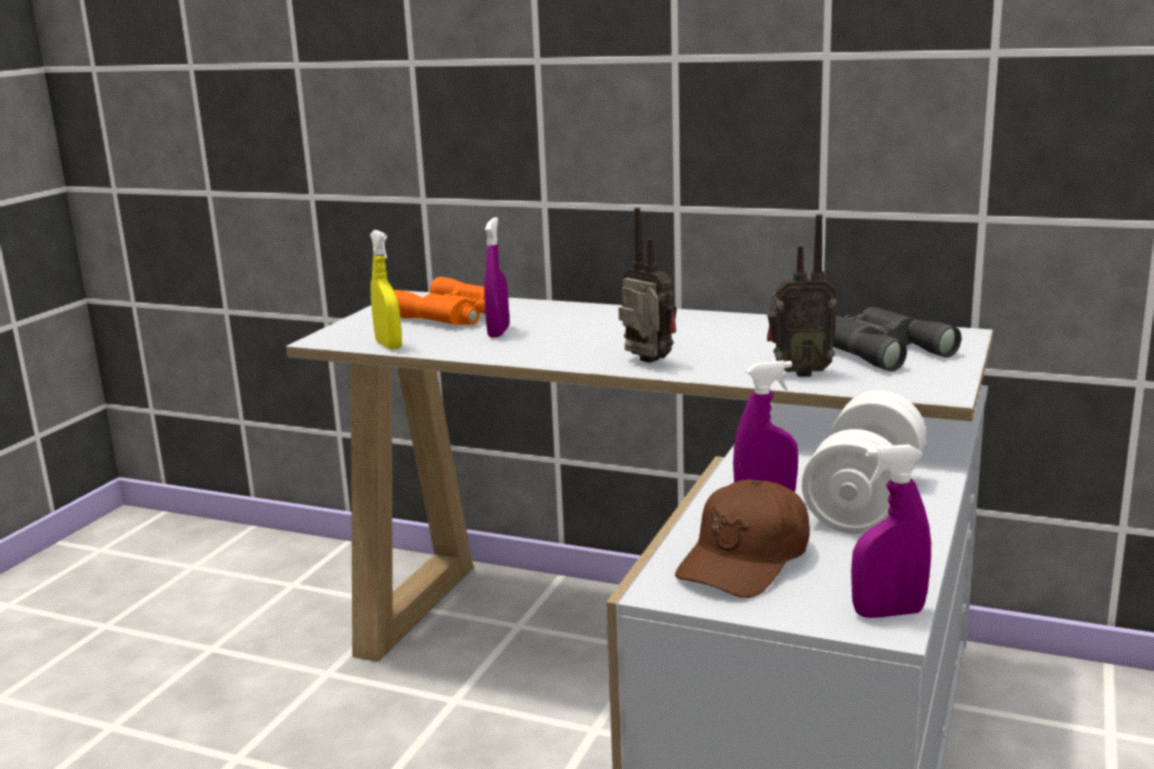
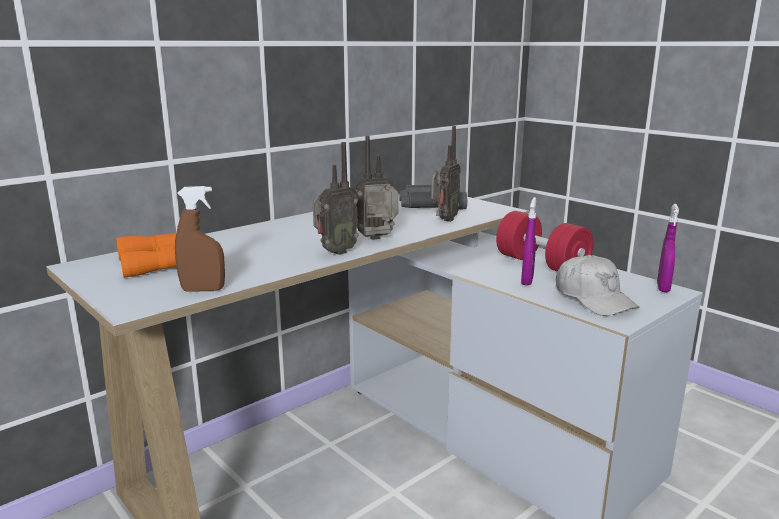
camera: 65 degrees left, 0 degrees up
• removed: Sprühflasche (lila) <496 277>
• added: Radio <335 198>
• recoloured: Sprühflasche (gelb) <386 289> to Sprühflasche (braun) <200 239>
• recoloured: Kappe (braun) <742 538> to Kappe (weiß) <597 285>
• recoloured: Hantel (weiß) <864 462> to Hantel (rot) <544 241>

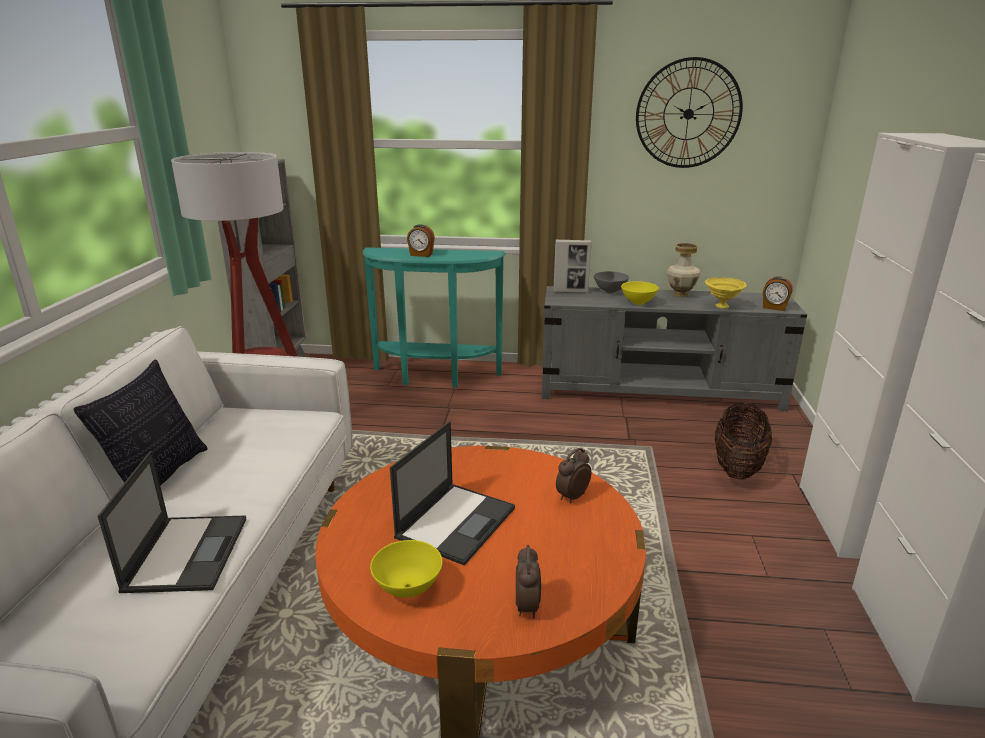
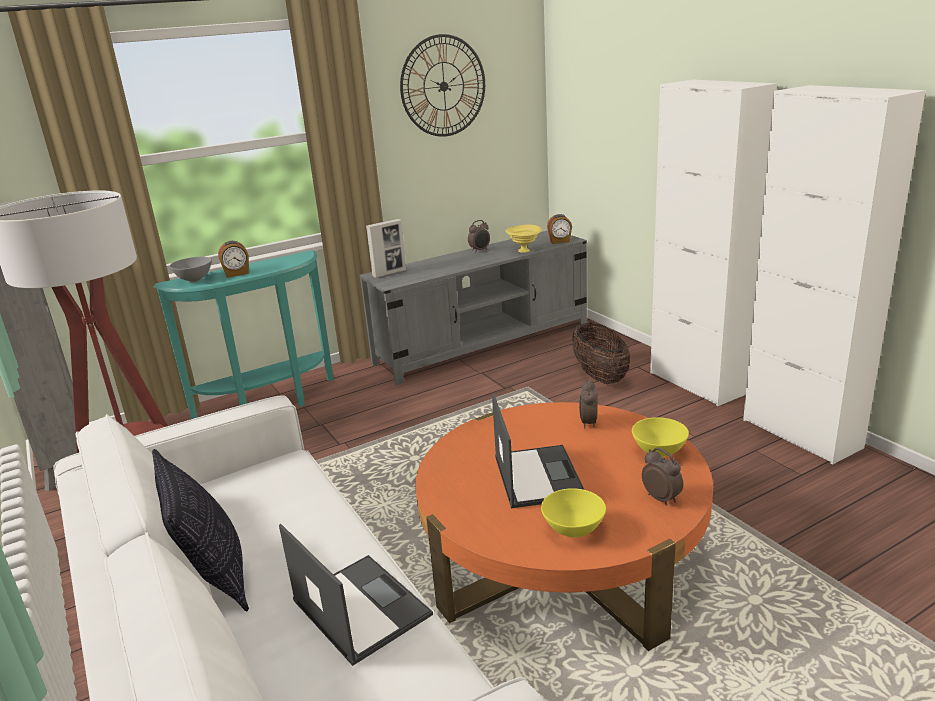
camera: 35 degrees left, 0 degrees up
• moved: Schüssel (grau) <611 282> to <191 270>
• moved: Schüssel (gelb) <640 293> to <660 437>
• replaced: Vase <683 270> to Wecker <479 235>

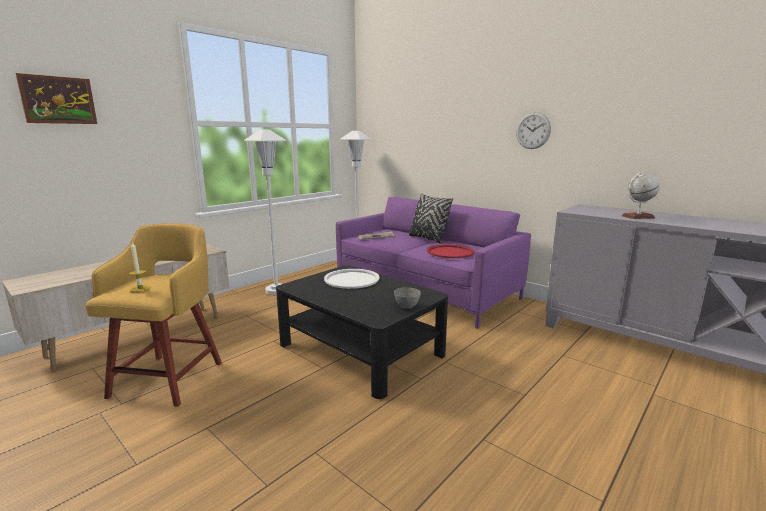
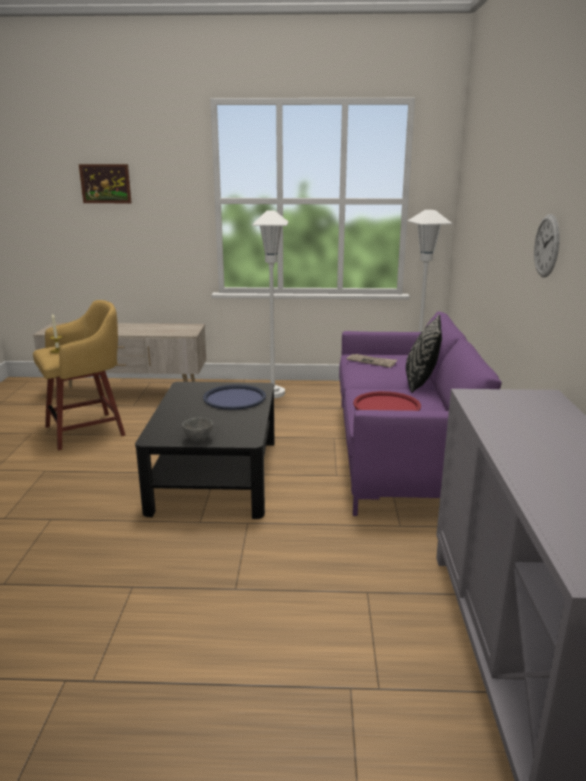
camera: 50 degrees right, 5 degrees up
• removed: Globus <641 196>
• recoloured: Tablett (weiß) <352 279> to Tablett (blau) <234 397>

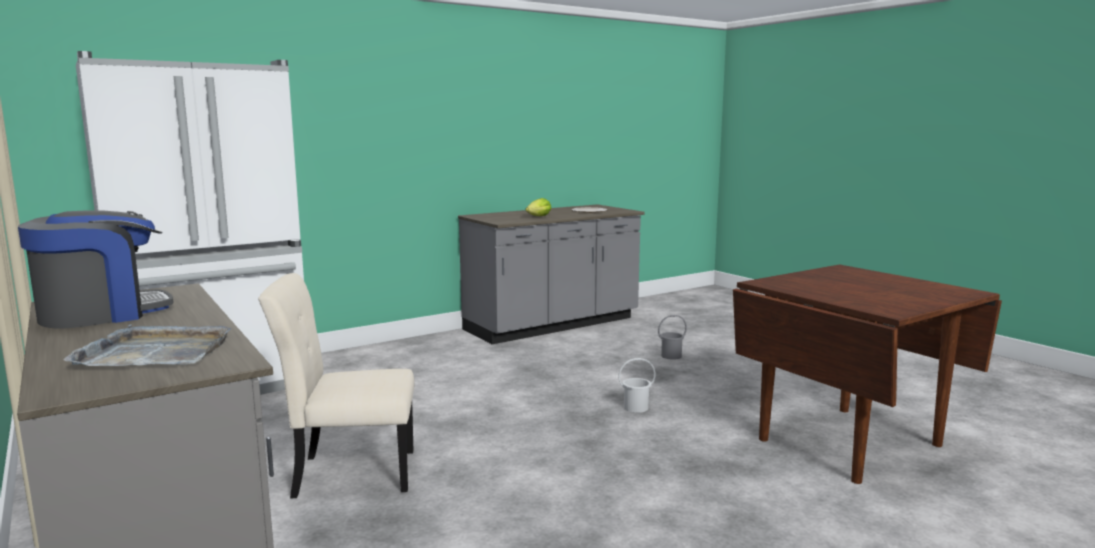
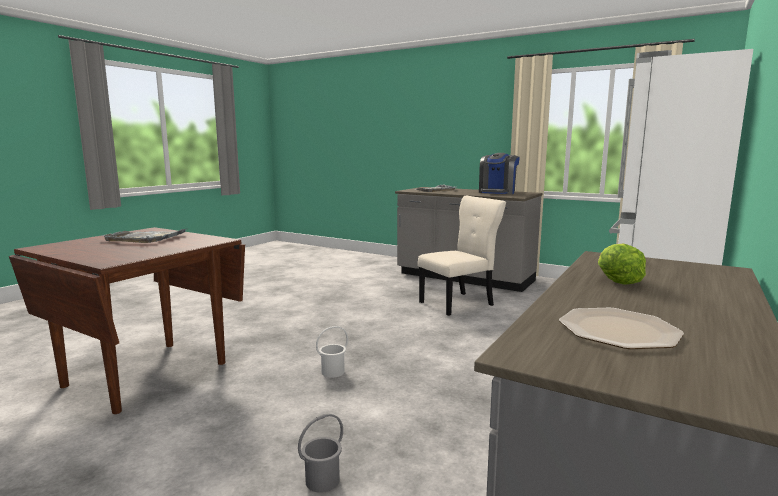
camera: 155 degrees right, 0 degrees up
• added: Tablett (grau) <143 236>

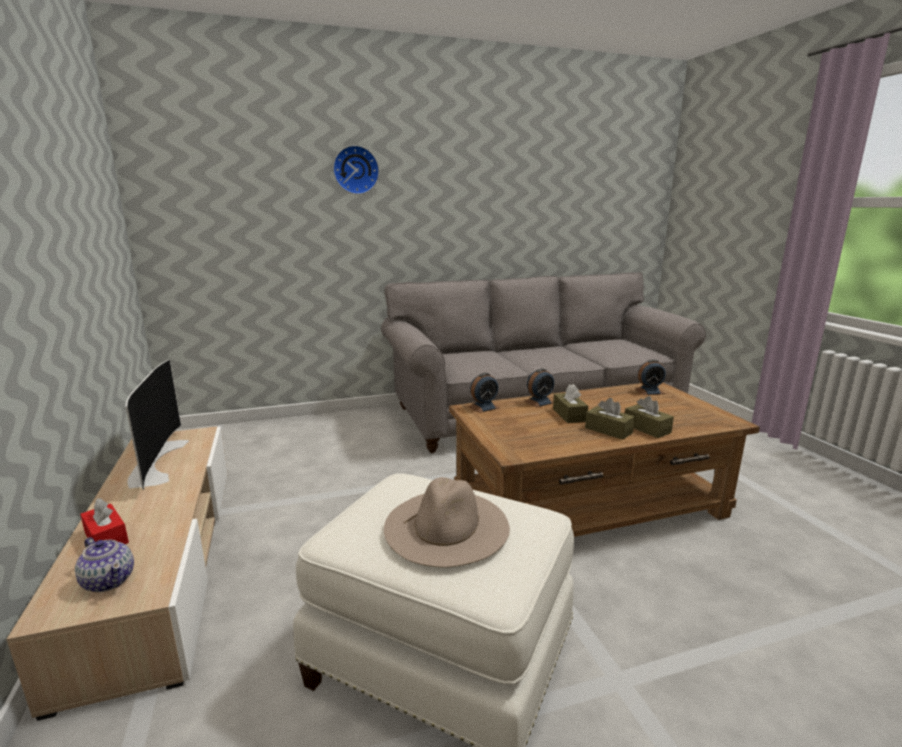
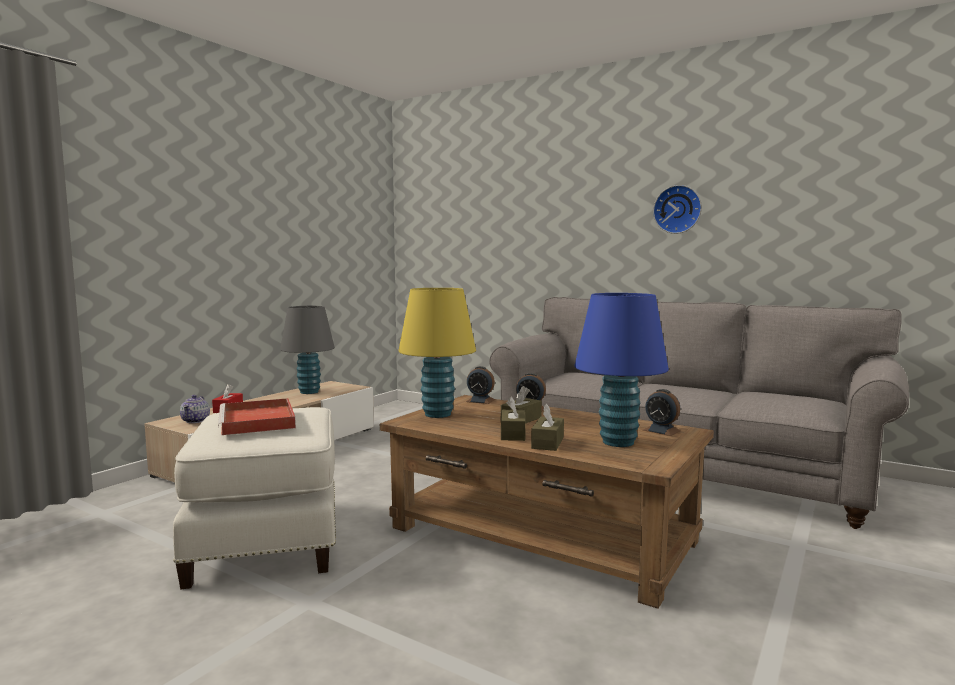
camera: 50 degrees right, 10 degrees down
• added: Tischlampe (gelb) <437 353>
• added: Tischlampe (blau) <621 370>
• moved: Wanduhr <356 170> to <677 209>
• replaced: Fernseher <157 424> to Tischlampe (grau) <307 350>
• replaced: Hut (beige) <447 522> to Tablett (rot) <257 416>

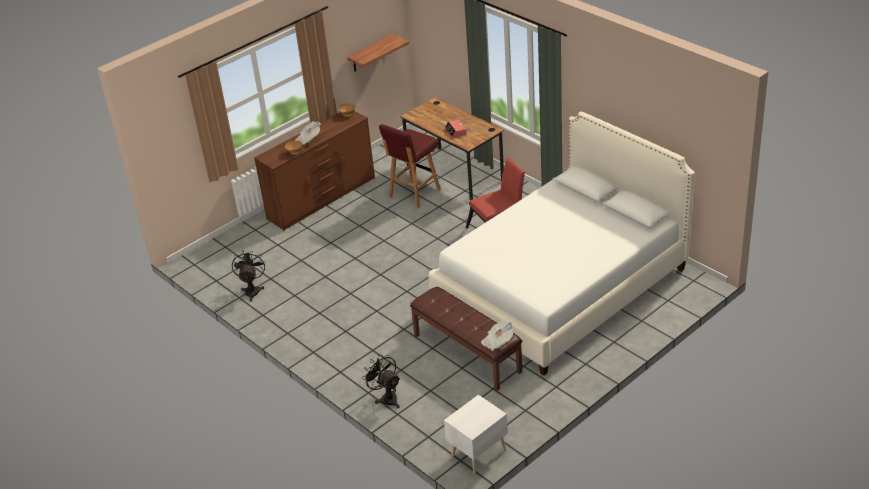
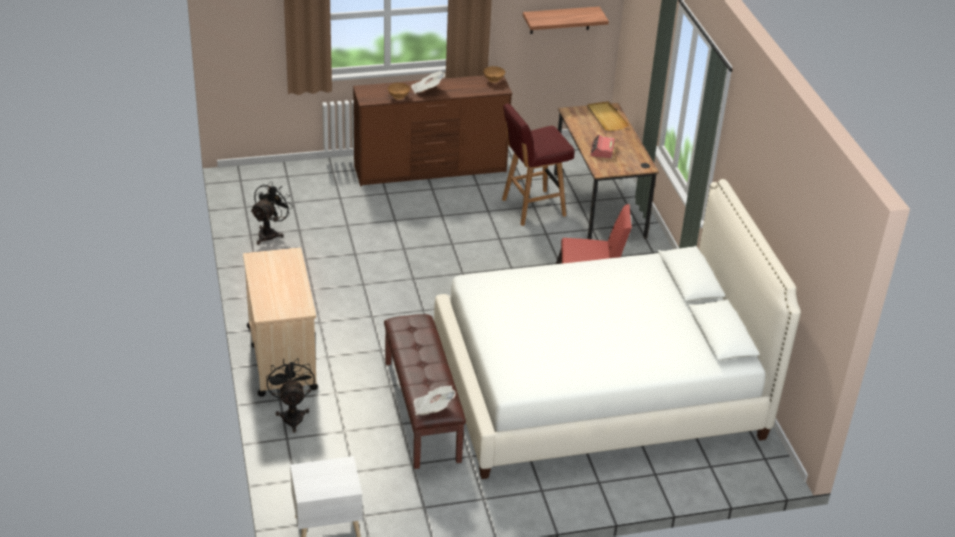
camera: 25 degrees right, 0 degrees up
• added: Rollwagen (beige) <280 322>
• added: Tablett (beige) <608 116>

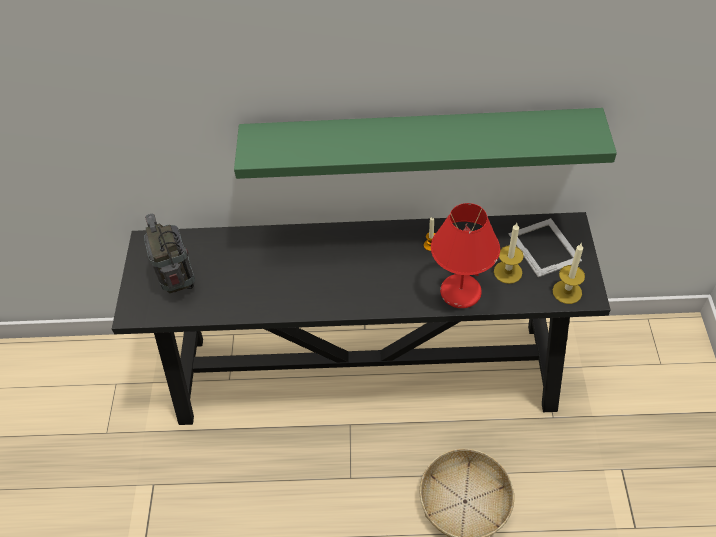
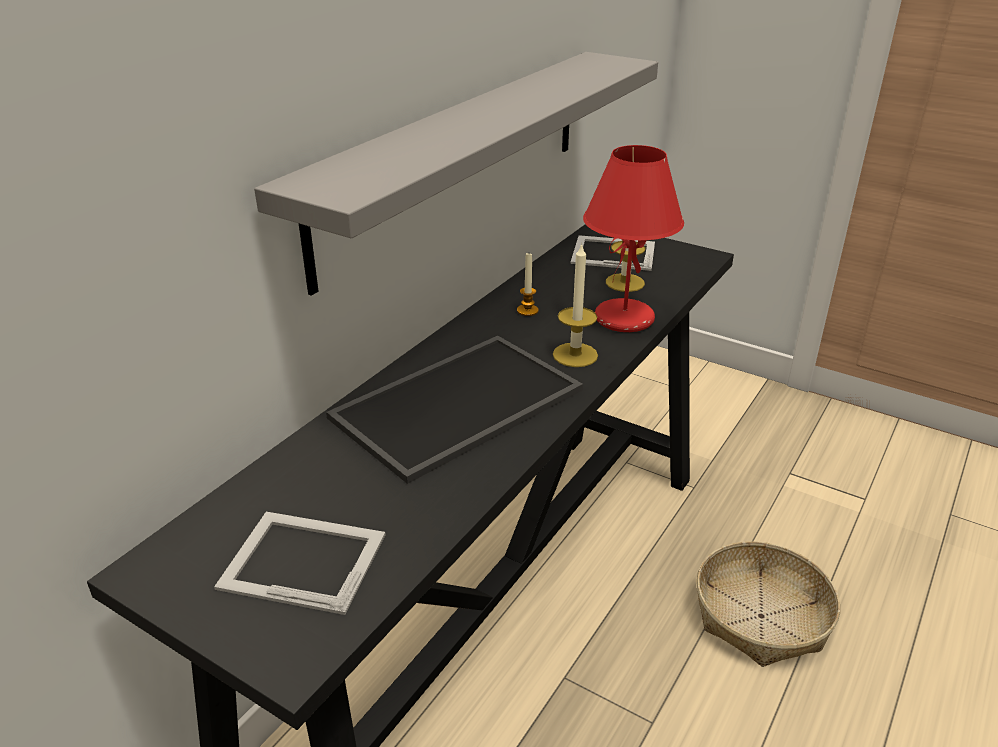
camera: 60 degrees left, 20 degrees down
• added: Tablett <454 410>
• moved: Kerze <569 274> to <575 304>
• replaced: Radio <169 253> to Bilderrahmen <300 563>
• recoloured: Wandregal (grün) <425 143> to Wandregal (grau) <456 174>

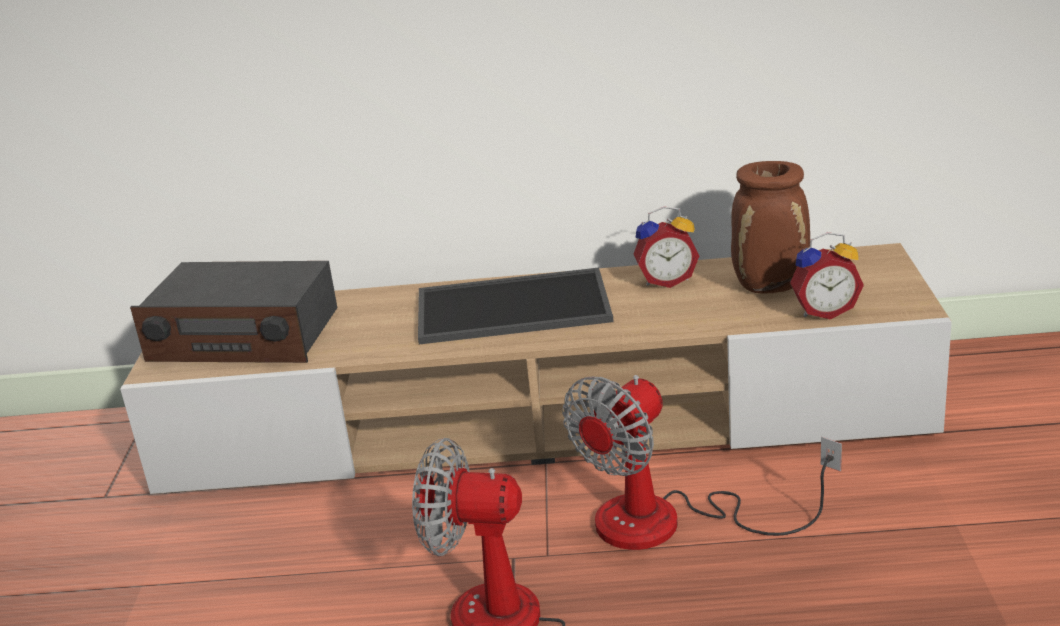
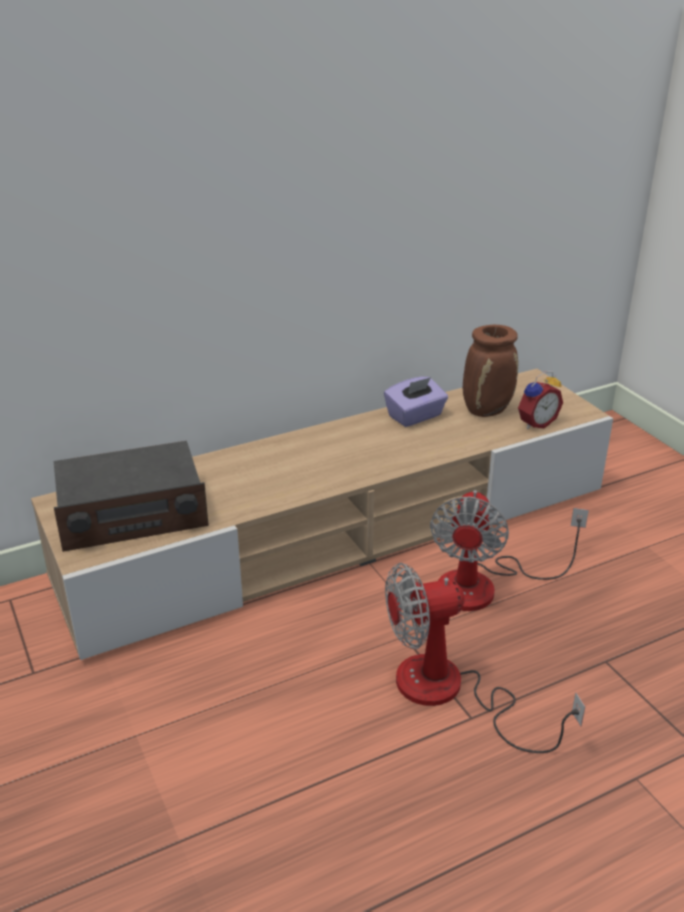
camera: 30 degrees left, 5 degrees up
• removed: Tablett <515 306>
• replaced: Wecker <666 247> to Taschentuchbox (lila) <416 402>

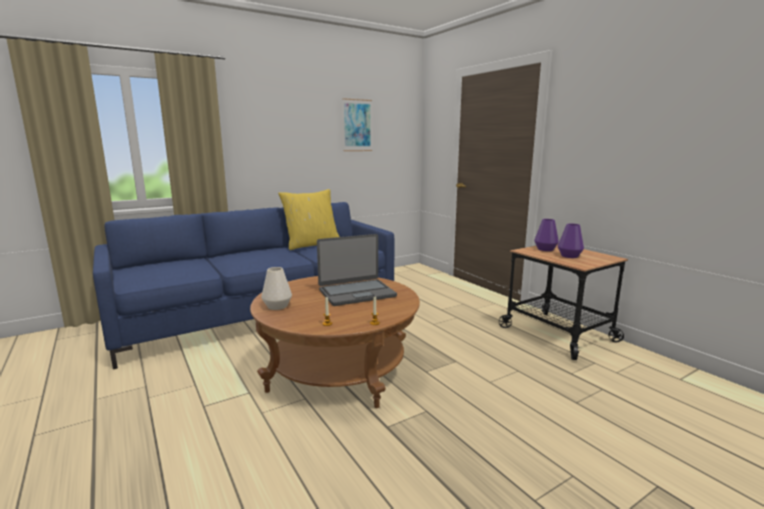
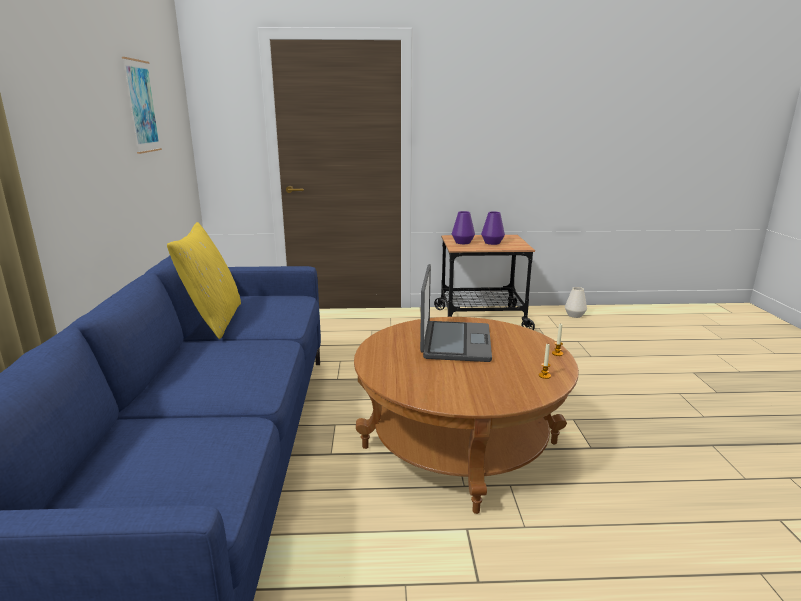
camera: 60 degrees left, 5 degrees up
• moved: Vase (weiß) <276 288> to <576 302>

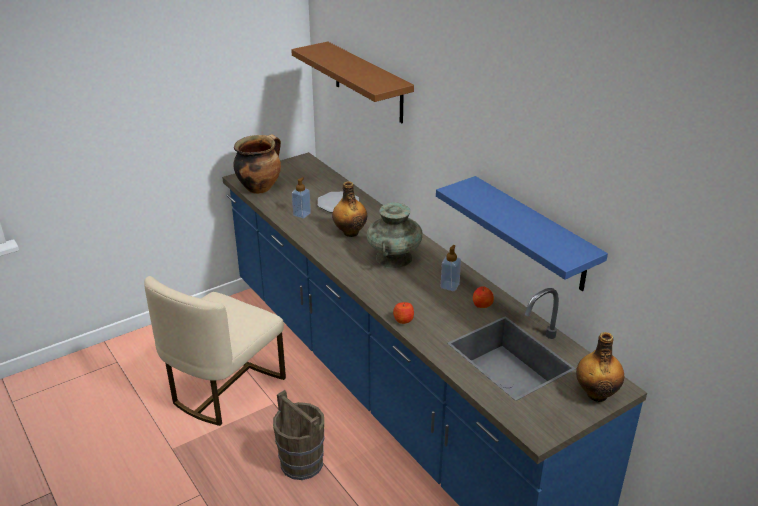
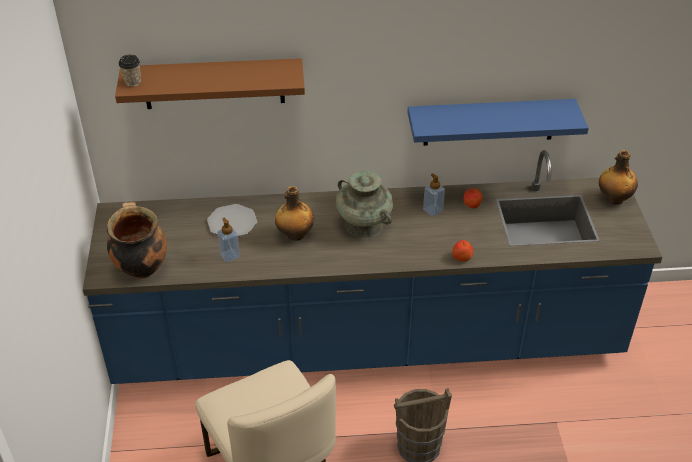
camera: 60 degrees left, 10 degrees up
• added: Tasse <130 70>

